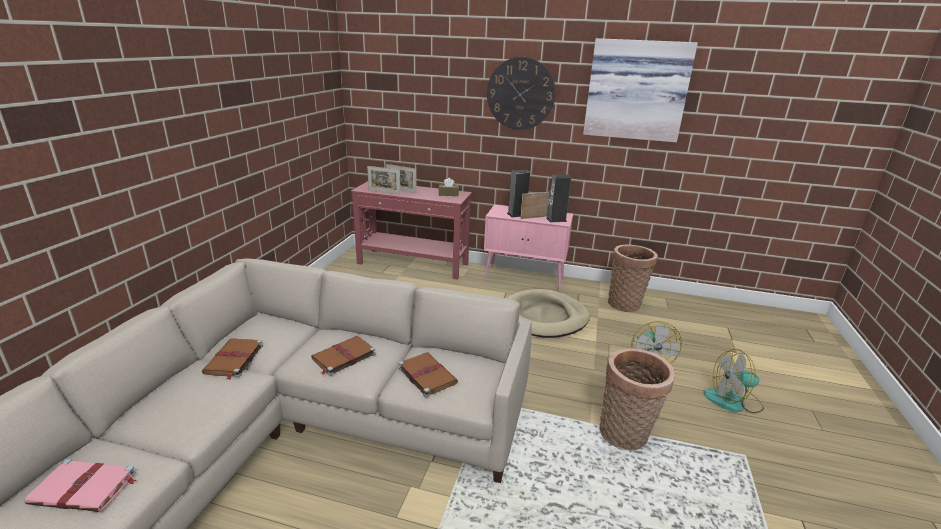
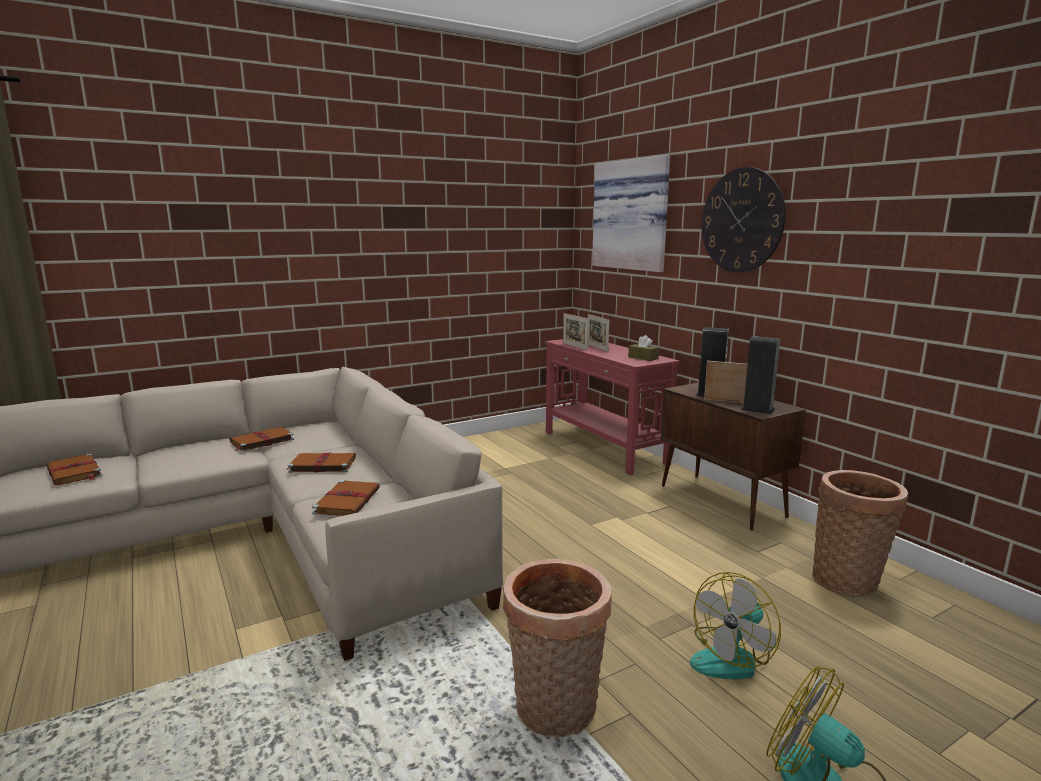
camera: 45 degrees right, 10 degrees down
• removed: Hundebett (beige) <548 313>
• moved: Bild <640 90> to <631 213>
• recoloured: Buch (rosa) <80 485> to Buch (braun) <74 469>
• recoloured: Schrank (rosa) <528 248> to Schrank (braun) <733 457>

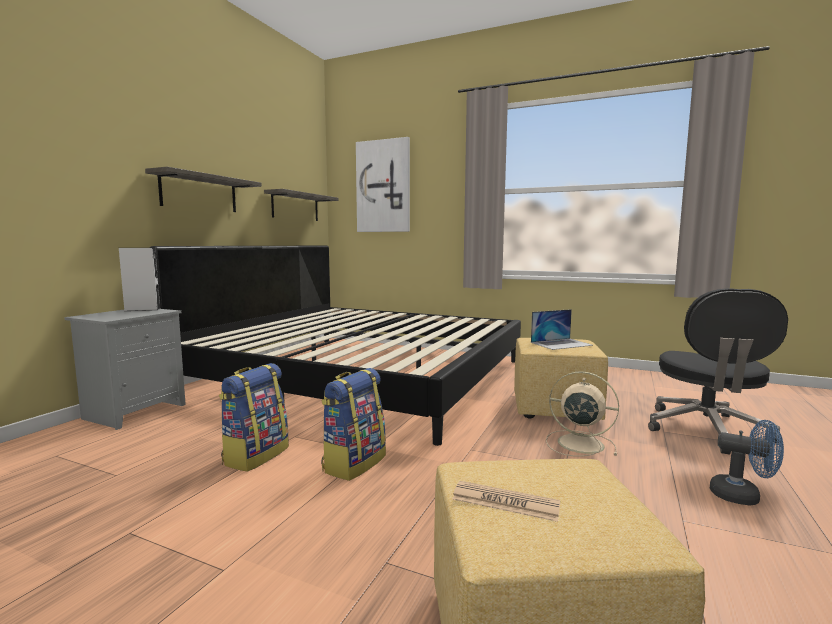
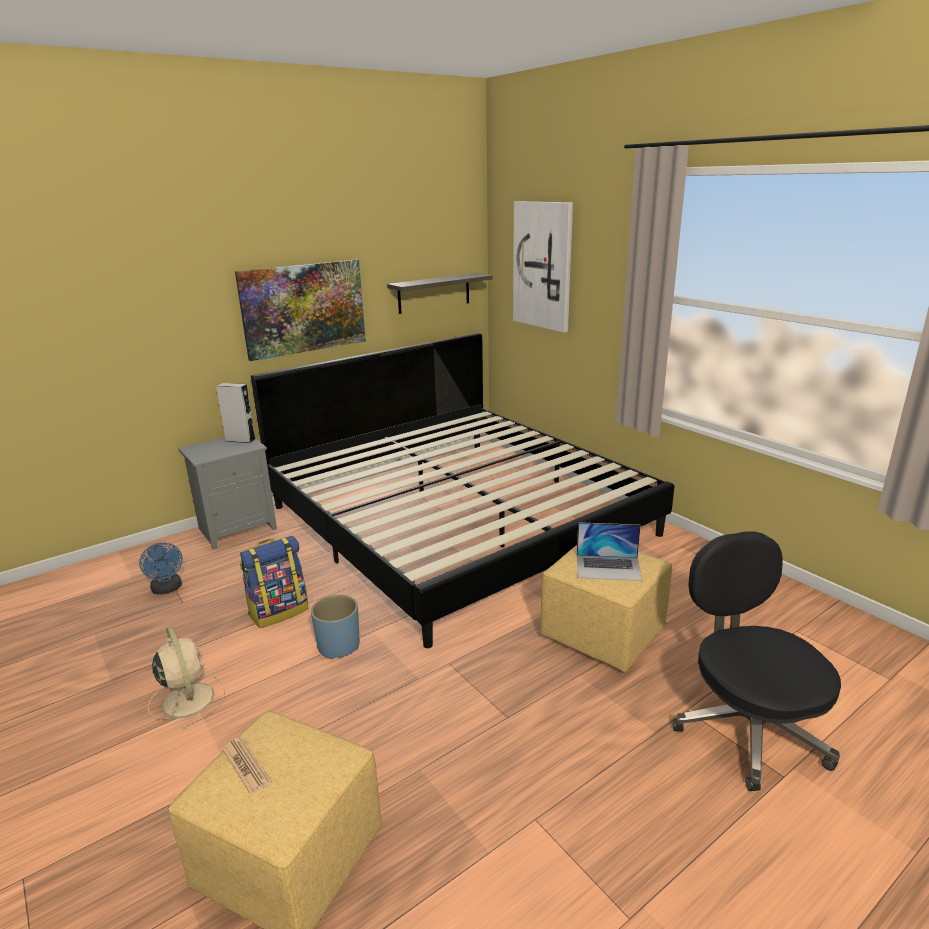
camera: 30 degrees right, 15 degrees up
• moved: Ventilator (beige) <582 413> to <186 678>
• moved: Ventilator (blau) <747 463> to <161 568>
• replaced: Wandregal <203 189> to Bild <300 310>
• replaced: Rucksack <353 424> to Pflanzkübel (blau) <335 626>
• turned: Bürostuhl (schwarz) <718 371> = <756 661> 120 degrees clockwise

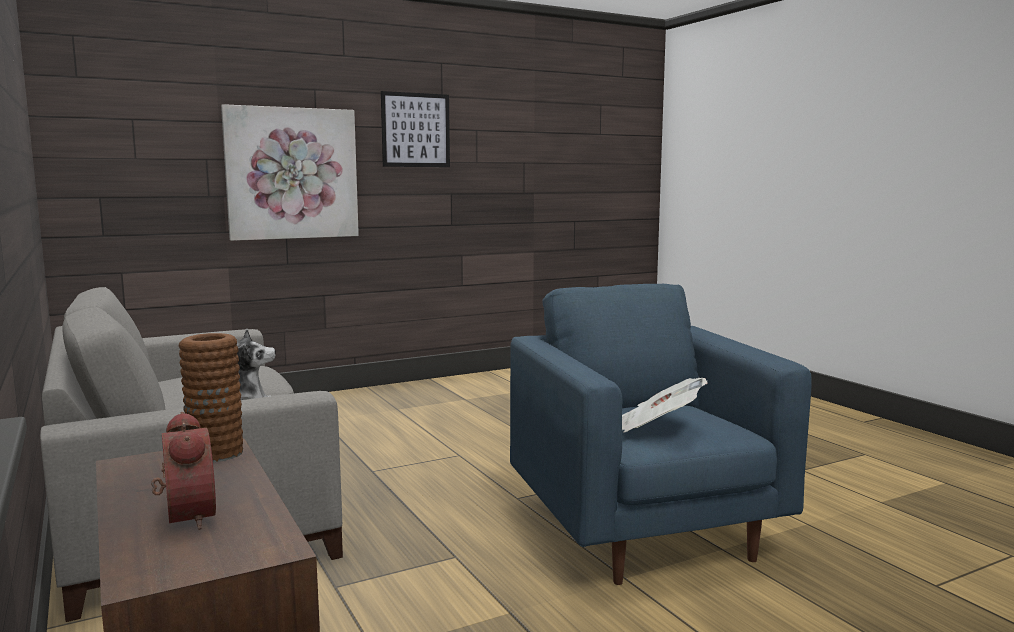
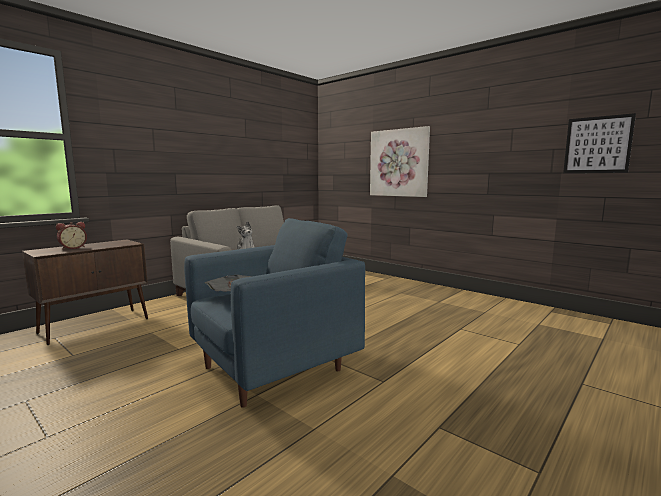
camera: 70 degrees right, 0 degrees up
• removed: Vase (braun) <211 397>
• moved: Bild <415 129> to <599 143>

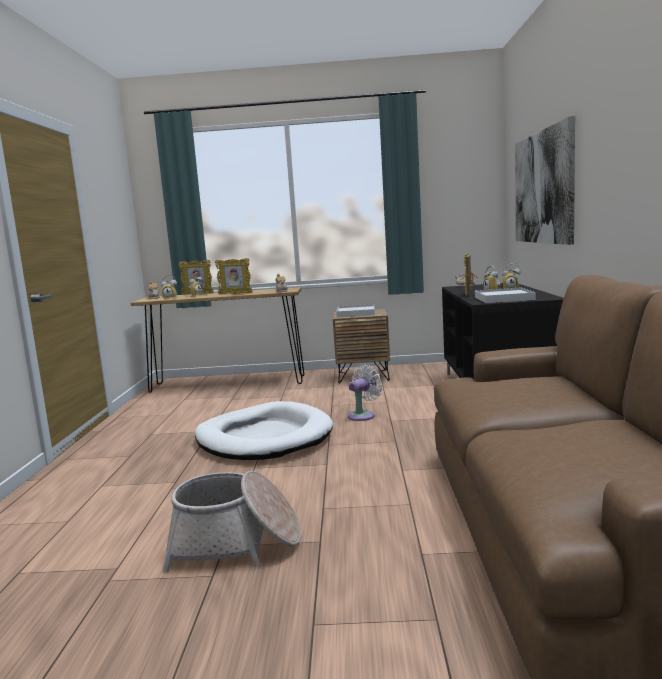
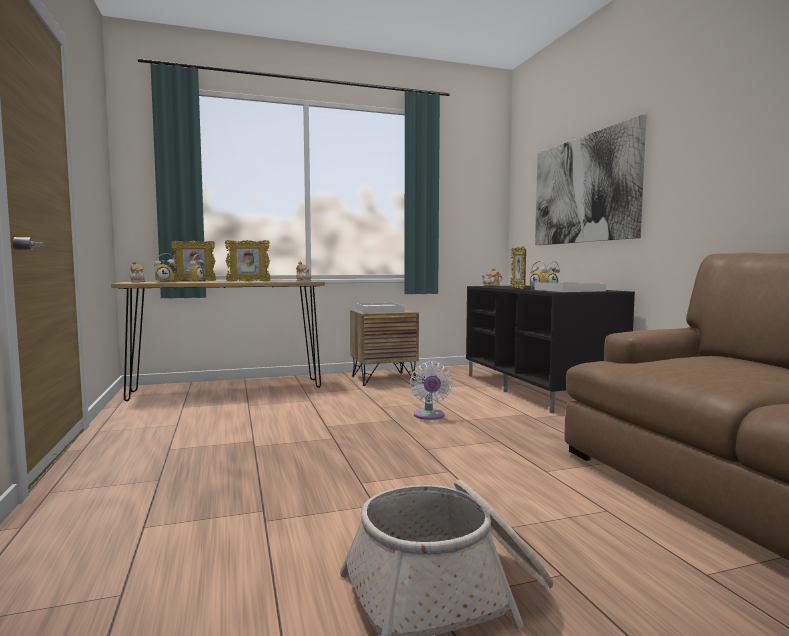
camera: 20 degrees left, 5 degrees down
• removed: Hundebett (weiß) <264 430>
• turned: Ventilator (weiß) <365 393> = <431 390> 150 degrees clockwise

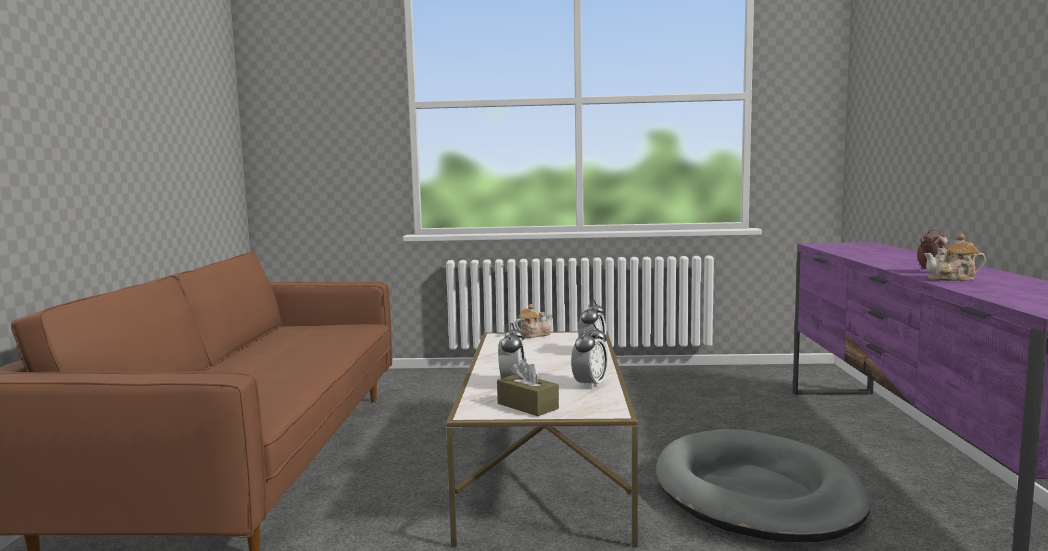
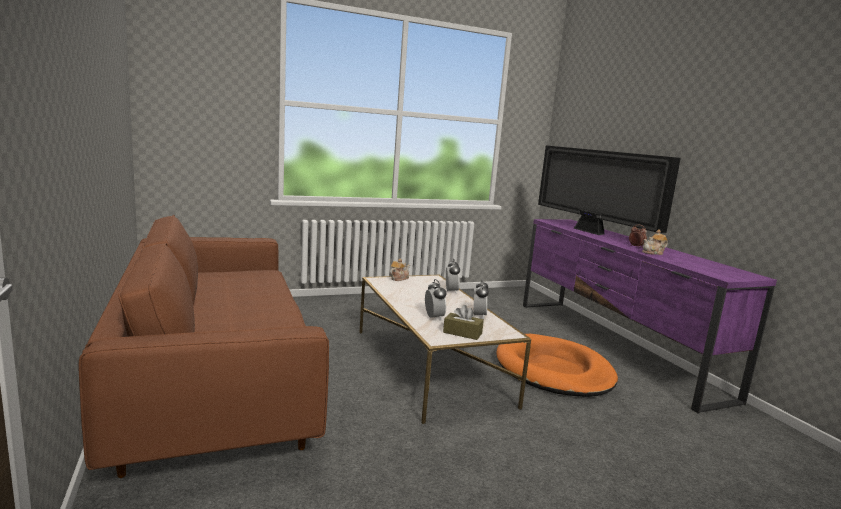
camera: 25 degrees left, 5 degrees up
• added: Fernseher <609 190>
• recoloured: Hundebett (grau) <763 485> to Hundebett (orange) <557 365>

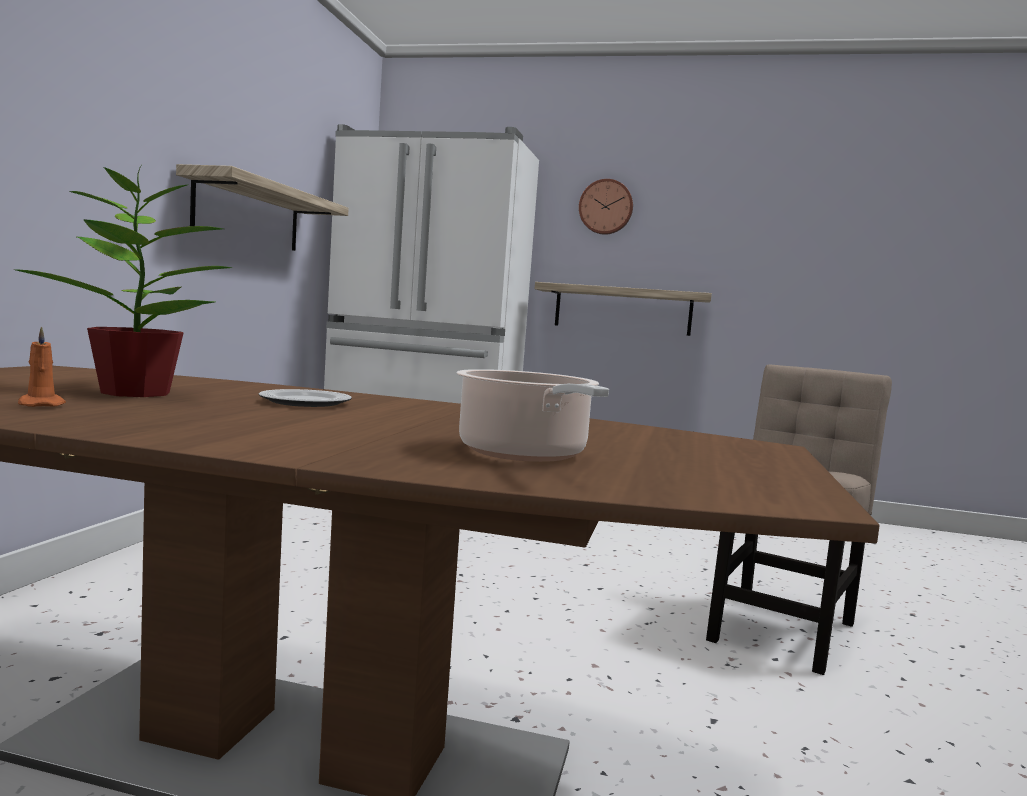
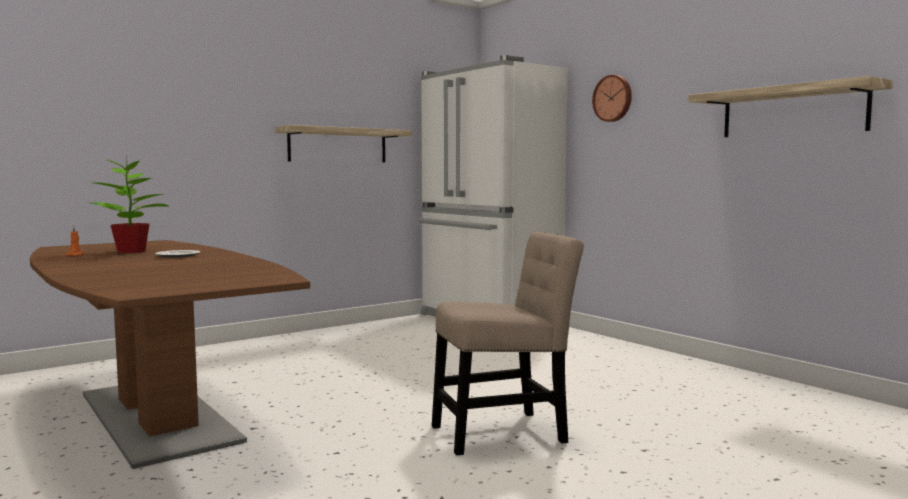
camera: 40 degrees right, 0 degrees up
• removed: Kochtopf <533 415>
• moved: Wandregal <623 309> to <790 106>

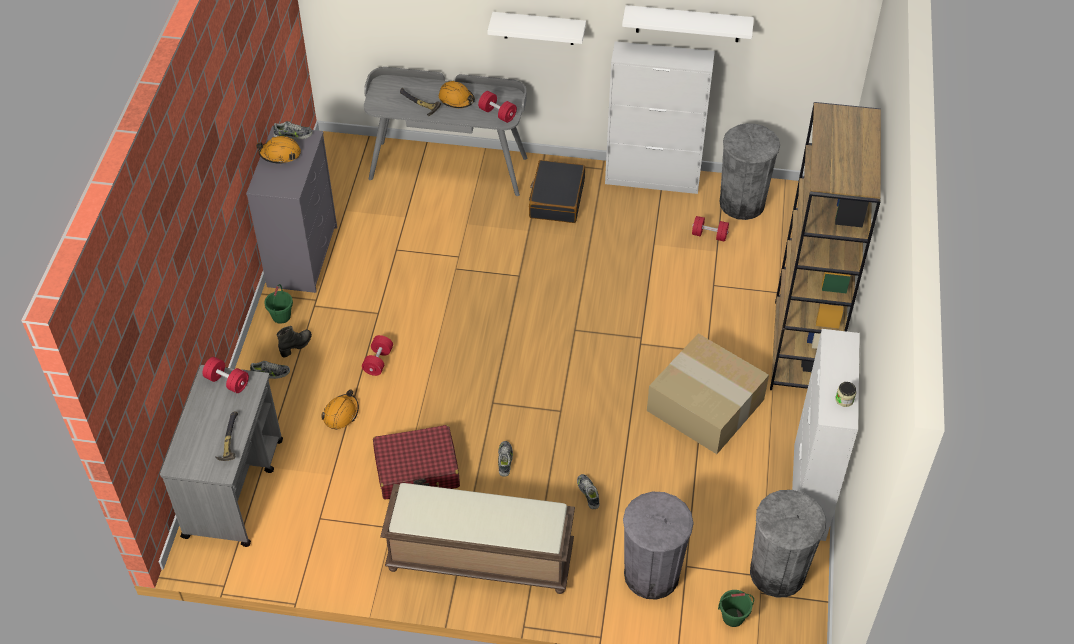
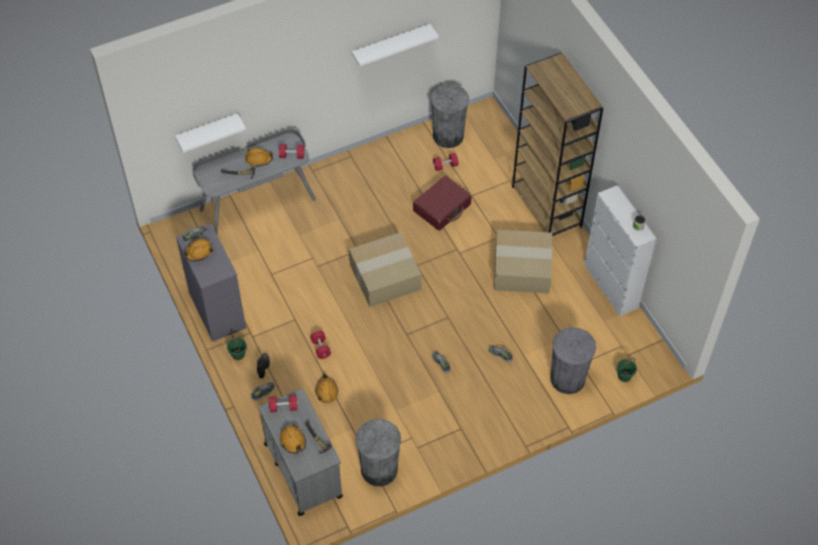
camera: 35 degrees left, 5 degrees up
• removed: Bank (braun) <477 538>
• removed: Koffer (schwarz) <557 191>
• removed: Schrank (weiß) <660 117>
• added: Schutzhelm (orange) <293 439>
• added: Karton <385 269>
• moved: Koffer (rot) <416 462> to <442 203>
• moved: Wandregal (weiß) <536 28> to <210 133>
• moved: Mülleimer (grau) <788 543> to <378 453>

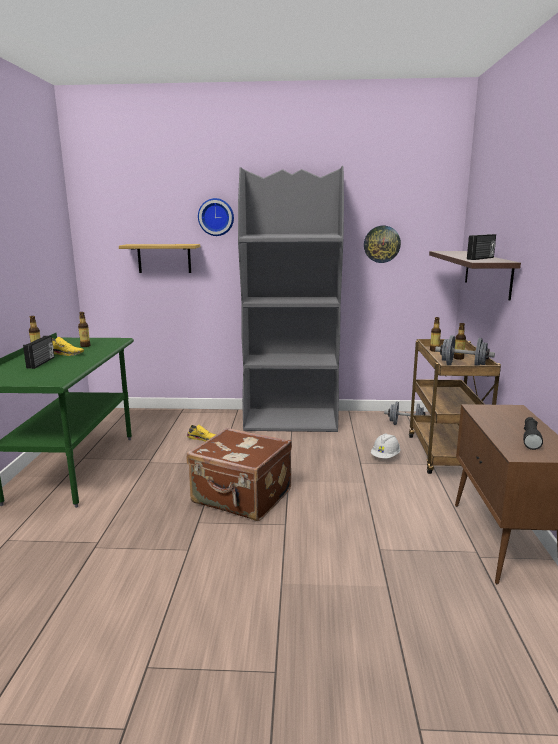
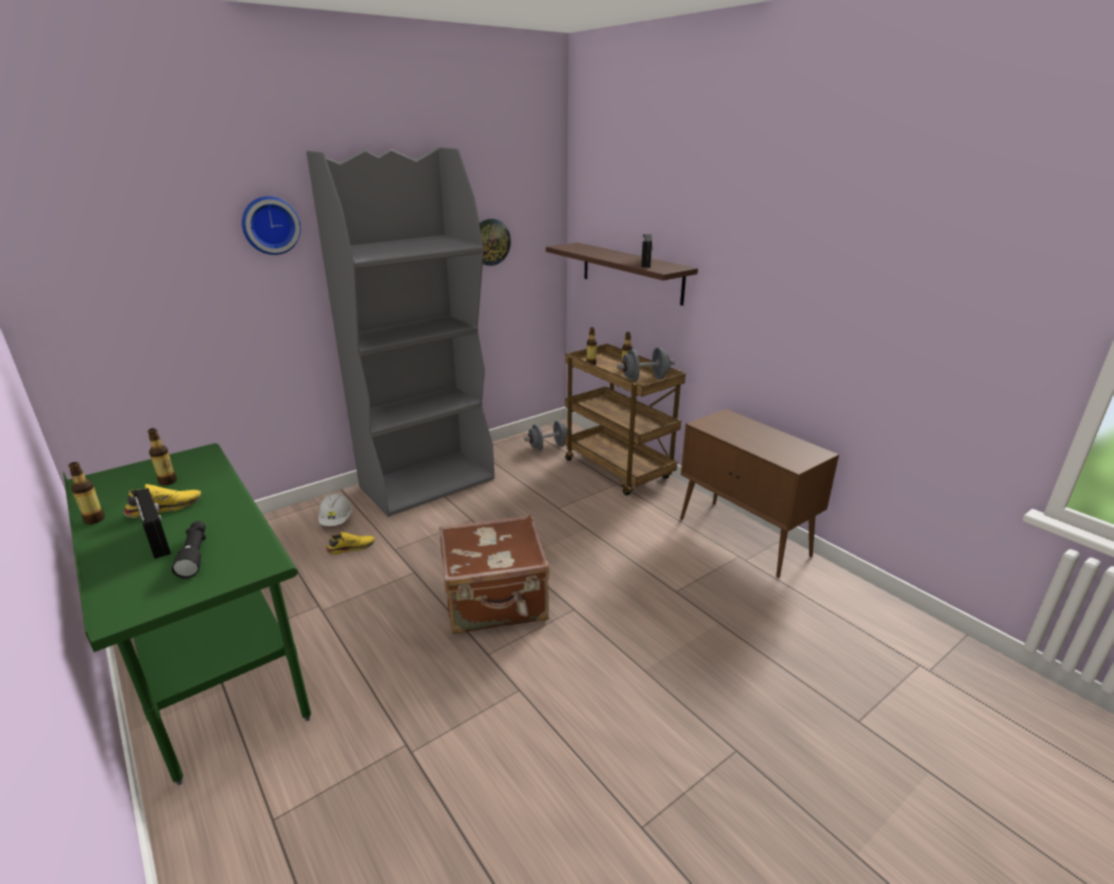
camera: 40 degrees left, 10 degrees up
• removed: Wandregal <159 258>
• moved: Schutzhelm (weiß) <386 445> to <335 510>
• moved: Taschenlampe (schwarz) <533 433> to <189 550>

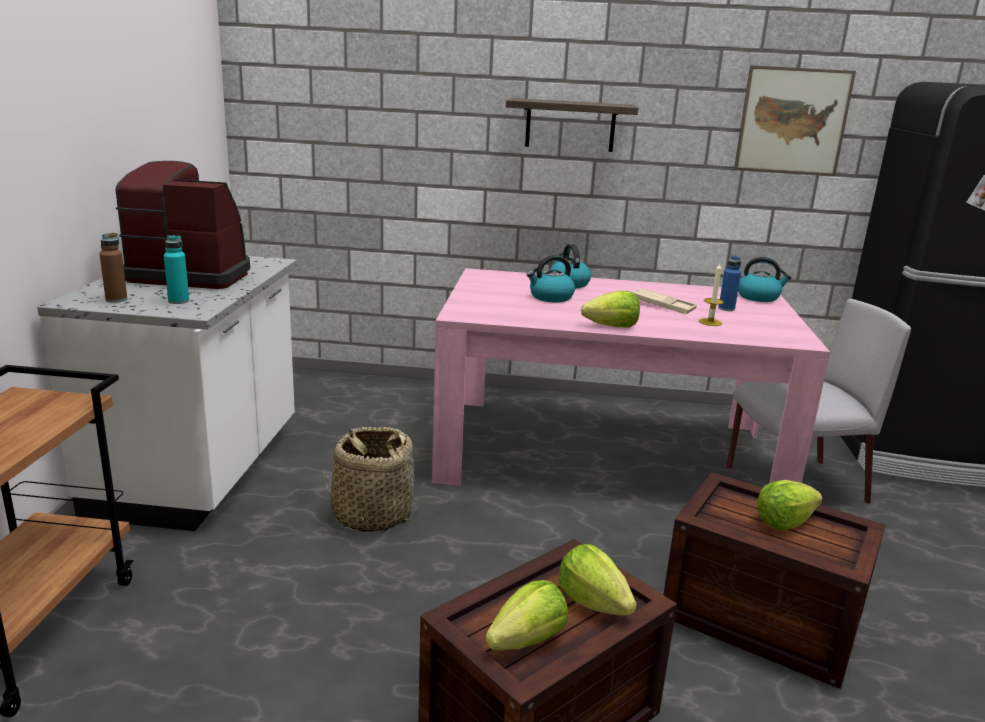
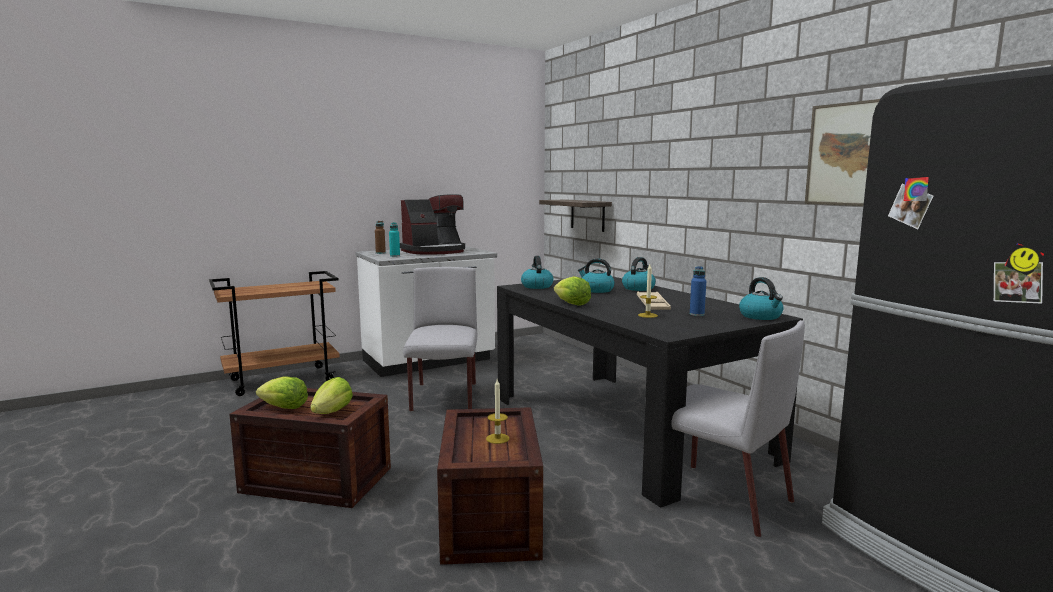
camera: 55 degrees right, 10 degrees down
• added: Wasserkessel <537 272>
• moved: Wandregal <572 125> to <575 215>
• replaced: Korb <371 479> to Stuhl (grau) <440 339>
• replaced: Salatkopf <790 505> to Kerze <497 411>
• recoloured: Esstisch (rosa) <631 377> to Esstisch (schwarz) <650 392>
• turned: Kaffeemaschine <183 225> = <432 224> 90 degrees clockwise

